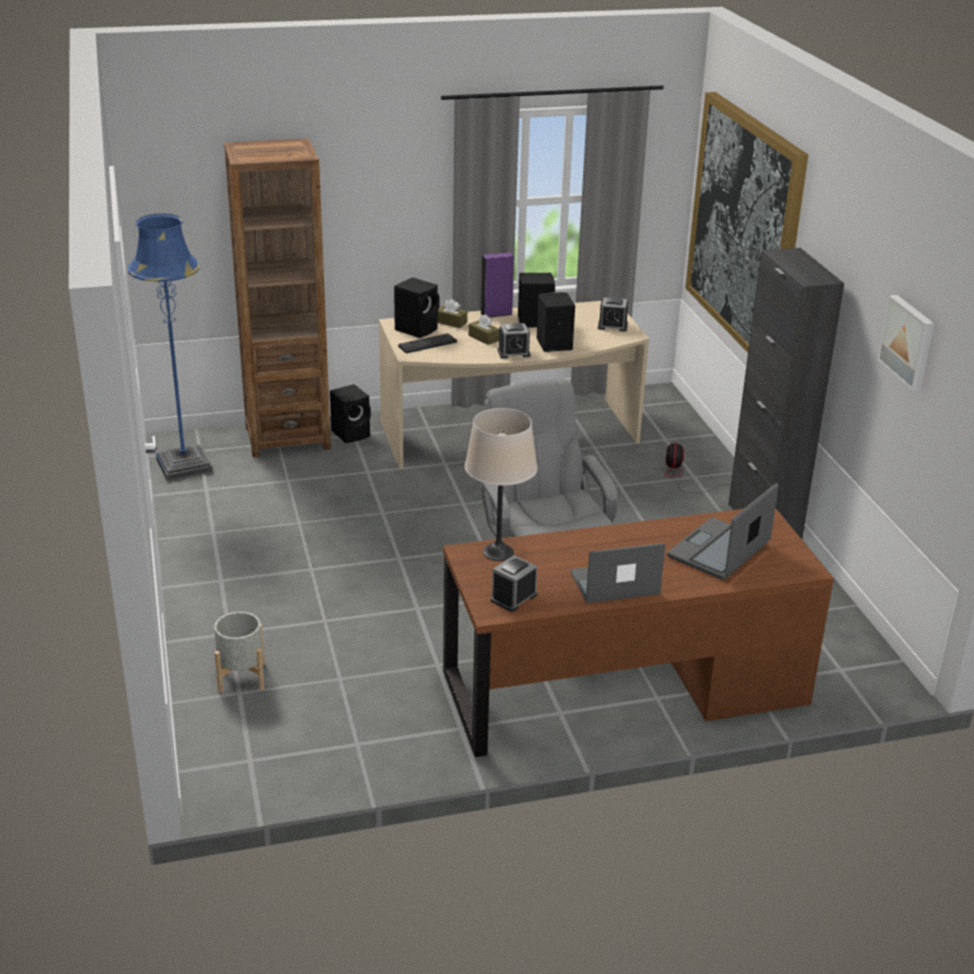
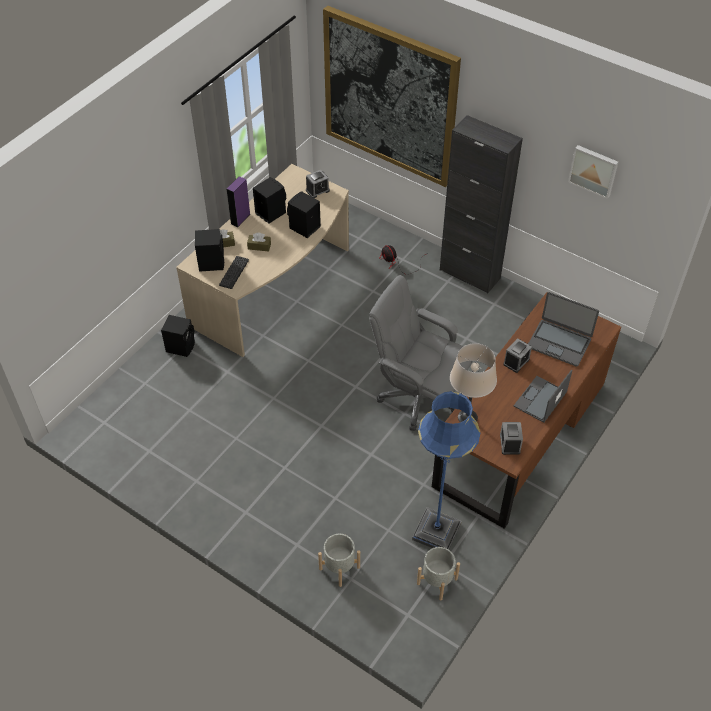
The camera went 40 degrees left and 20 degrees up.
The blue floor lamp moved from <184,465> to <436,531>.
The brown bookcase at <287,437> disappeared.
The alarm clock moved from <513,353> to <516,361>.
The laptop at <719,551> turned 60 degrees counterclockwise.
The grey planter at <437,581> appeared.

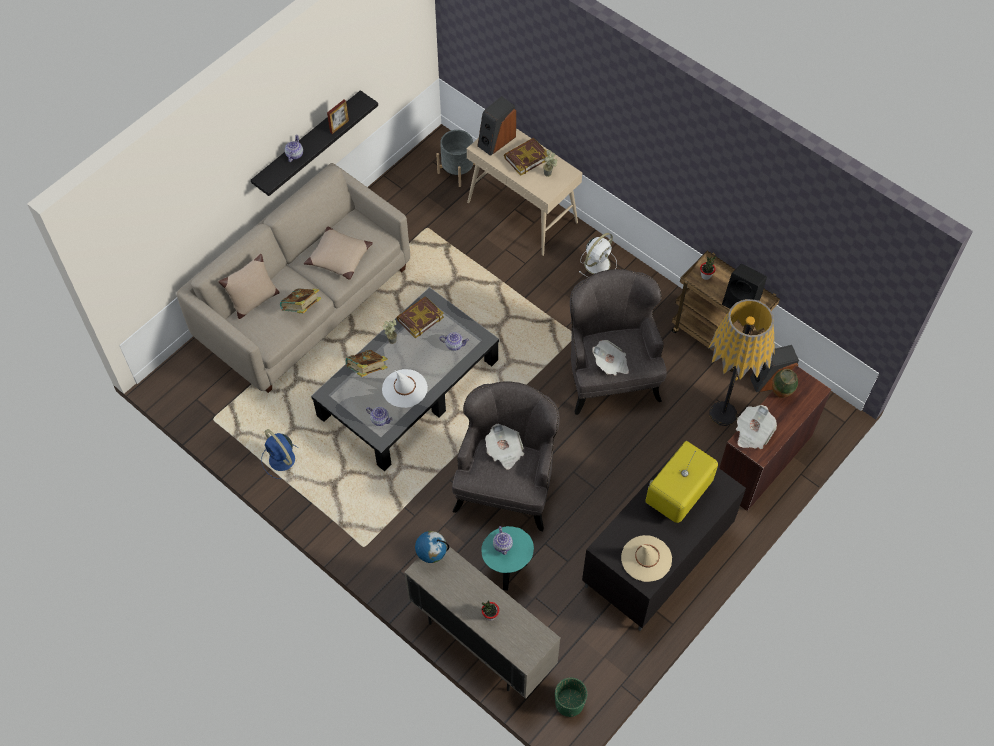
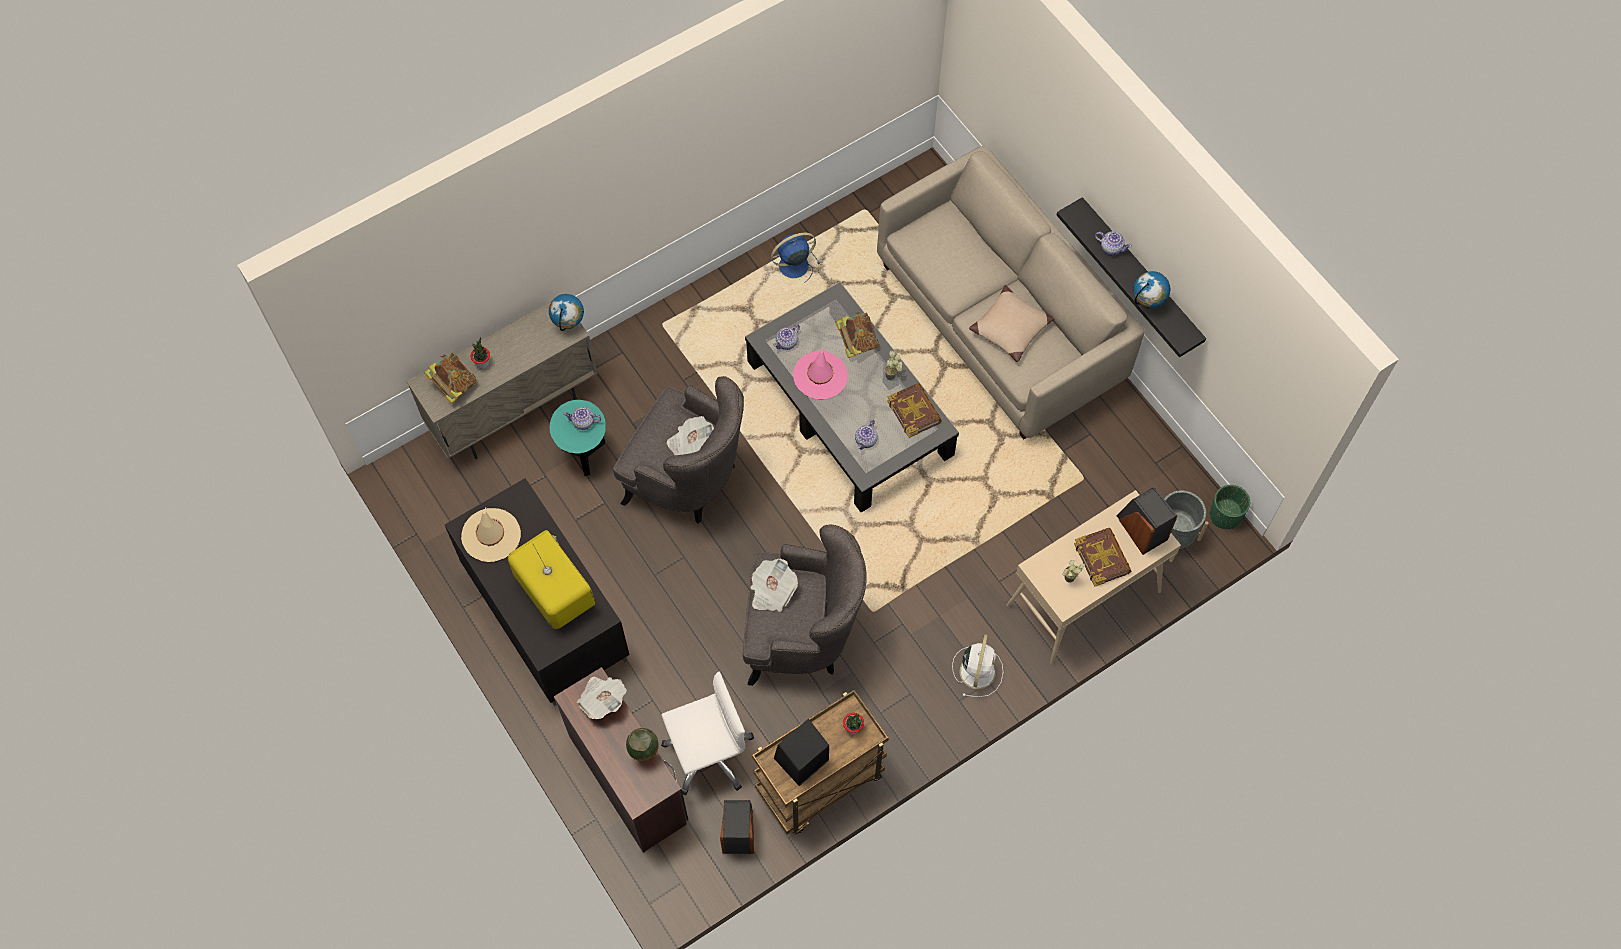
The camera went 105 degrees right and 5 degrees up.
The beige pillow at <253,301> disappeared.
The book moved from <301,308> to <453,385>.
The picture frame at <339,126> was replaced by the globe at <1147,303>.
The white hat at <404,388> became the pink hat at <820,375>.
The green planter moved from <569,703> to <1225,516>.
The white fan at <598,263> turned 135 degrees counterclockwise.
The floor lamp at <723,413> was replaced by the white office chair at <708,753>.

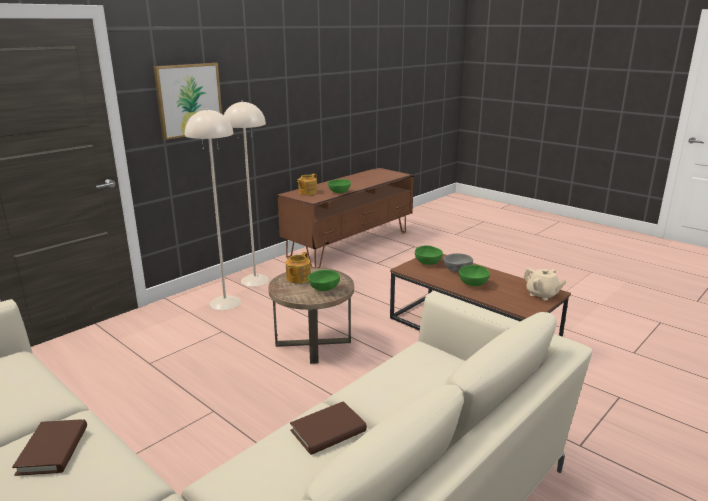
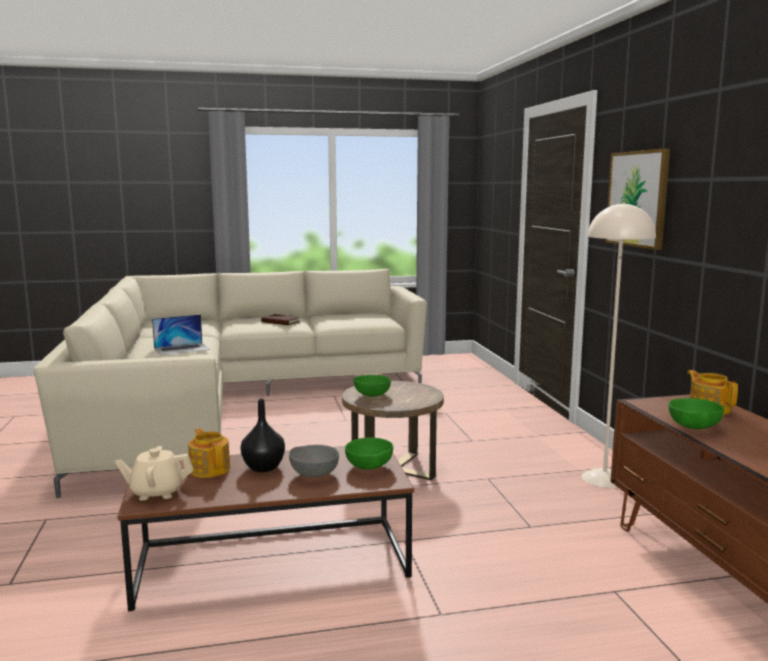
The camera went 125 degrees right and 10 degrees down.
The beige floor lamp at <225,303> disappeared.
The teapot moved from <298,278> to <210,469>.
The brown book at <328,431> was replaced by the laptop at <182,349>.
The green bowl at <474,284> was replaced by the black vase at <262,468>.

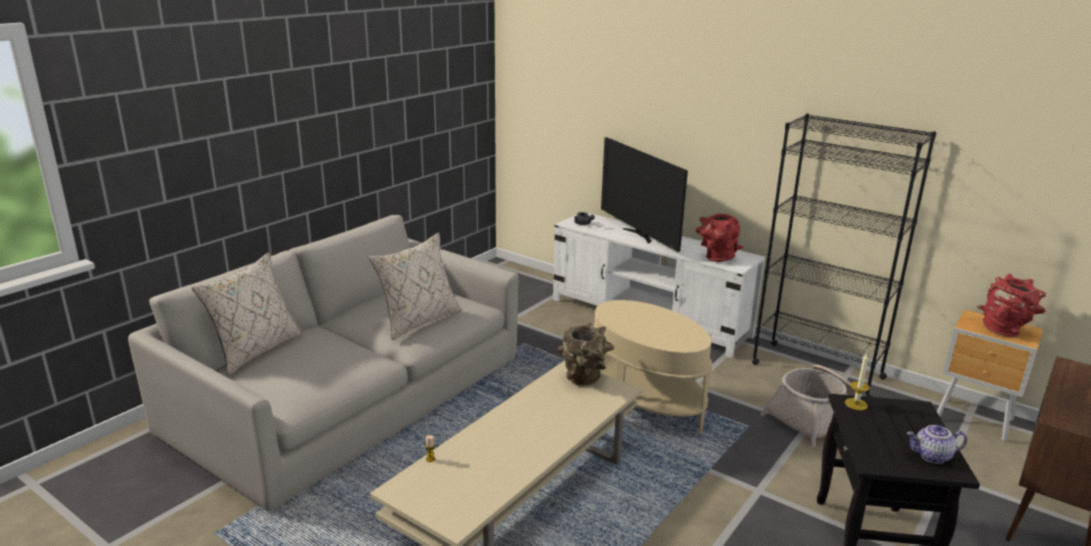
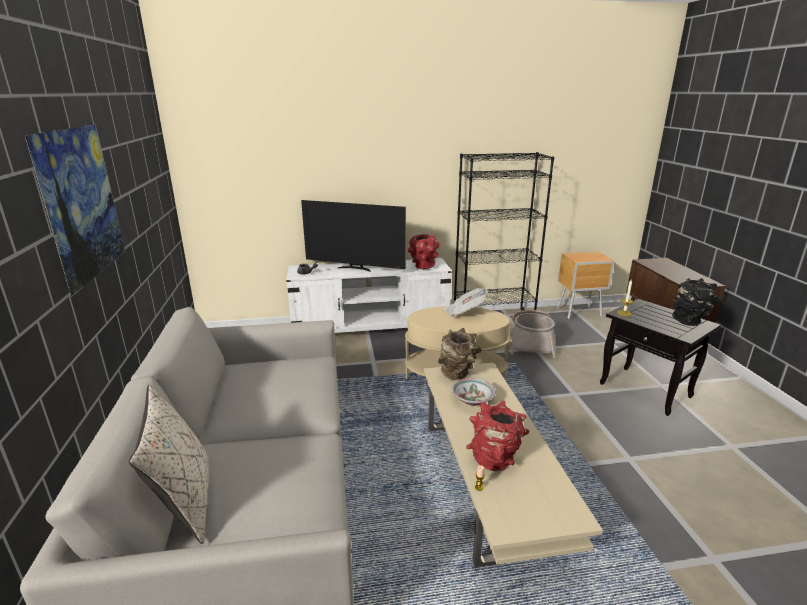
The camera went 45 degrees left and 0 degrees up.
The beige pillow at <418,321> disappeared.
The teapot at <932,457> was replaced by the black vase at <689,322>.
The red vase moved from <1005,331> to <495,459>.
The picture at <93,238> appeared.
The newspaper at <464,312> appeared.
The bowl at <472,400> appeared.

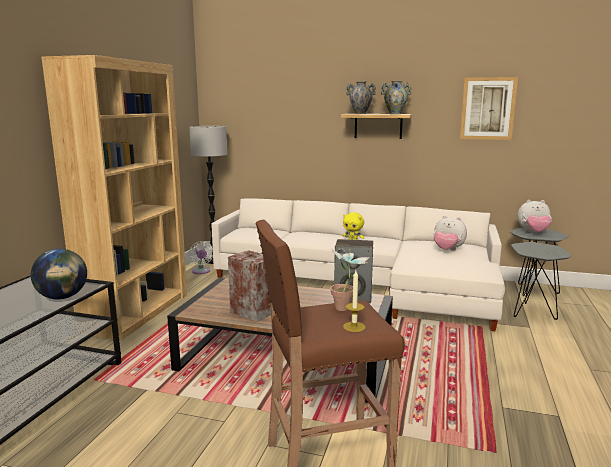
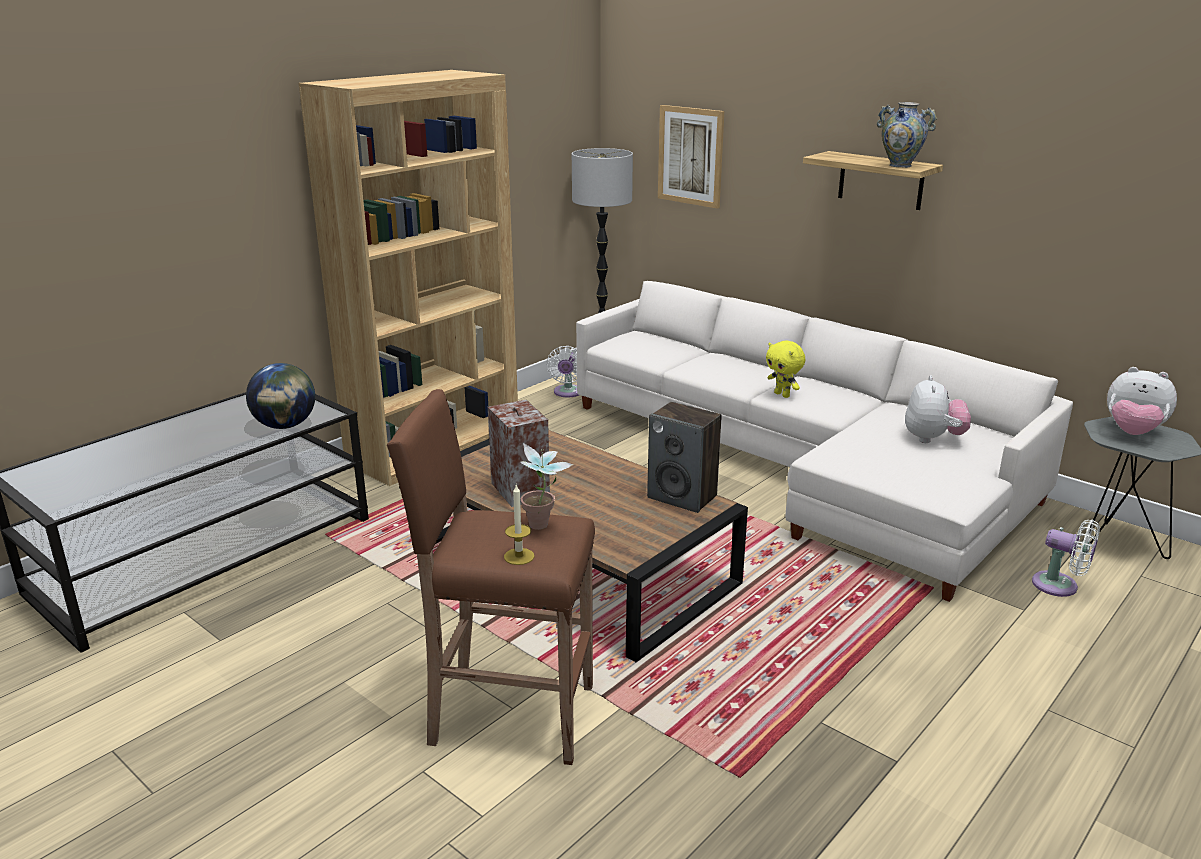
The camera went 25 degrees right and 10 degrees up.
The vase at <360,113> disappeared.
The plush toy at <447,250> turned 135 degrees counterclockwise.
The picture moved from <488,108> to <690,156>.
The grey side table at <532,313> was replaced by the white fan at <1060,586>.

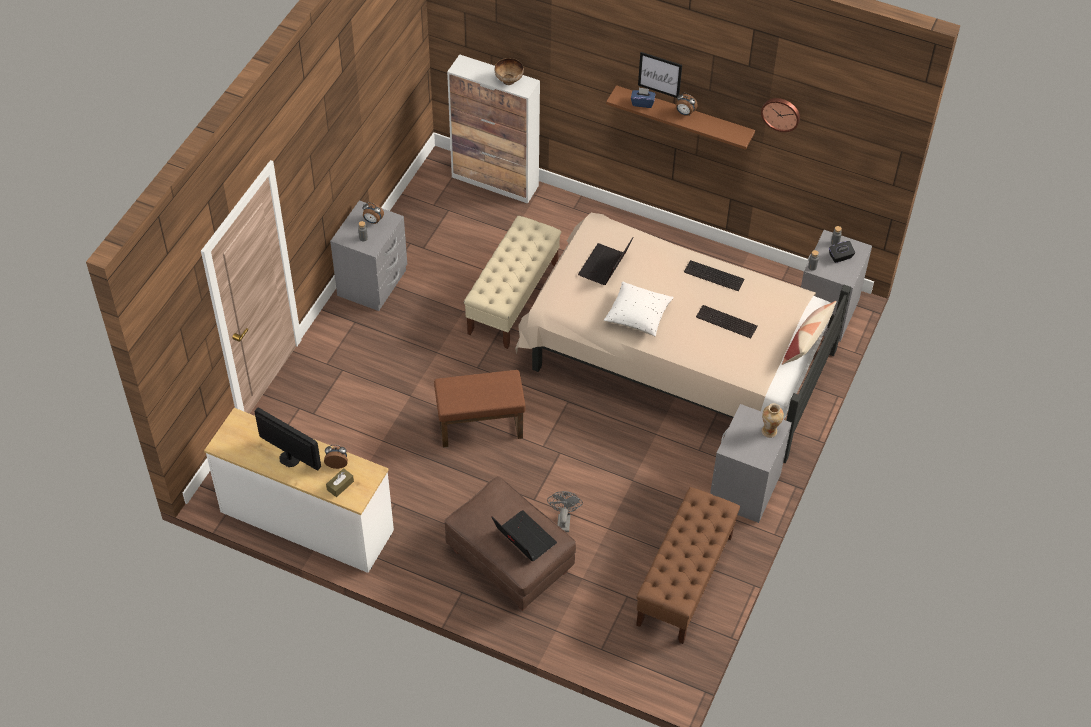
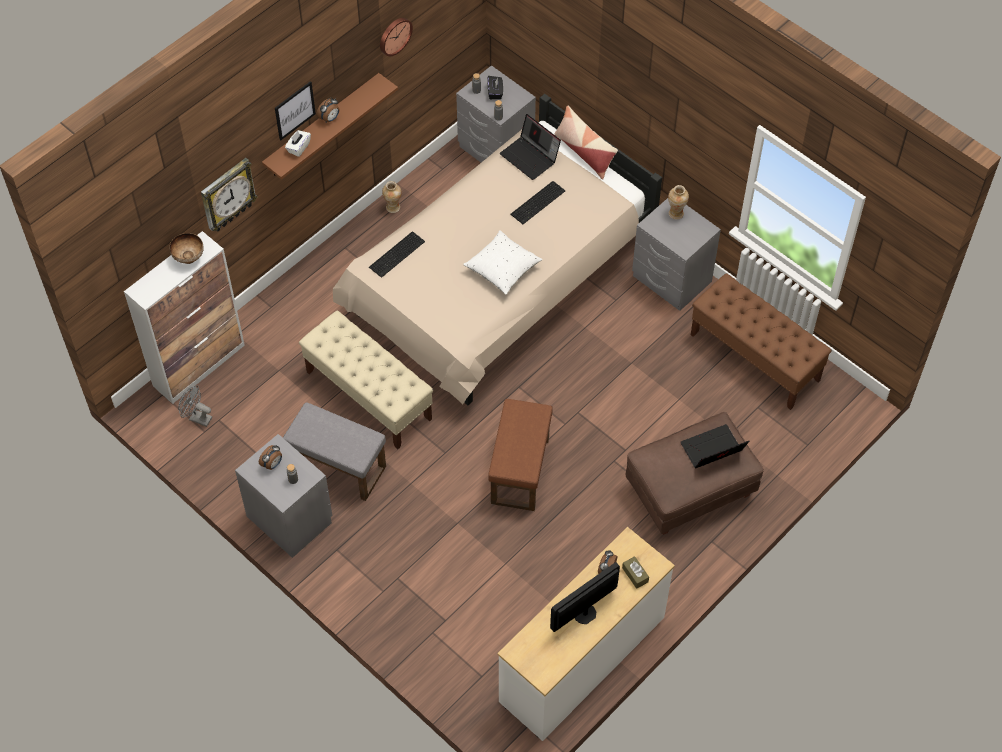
The camera went 70 degrees left and 5 degrees up.
The grey fan moved from <563,520> to <197,418>.
The laptop moved from <605,267> to <530,157>.
The blue tissue box at <642,103> became the white tissue box at <298,148>.
The keyboard moved from <714,276> to <398,254>.
The wall clock at <227,195> appeared.
The grey ottoman at <339,467> appeared.
The vase at <393,207> appeared.

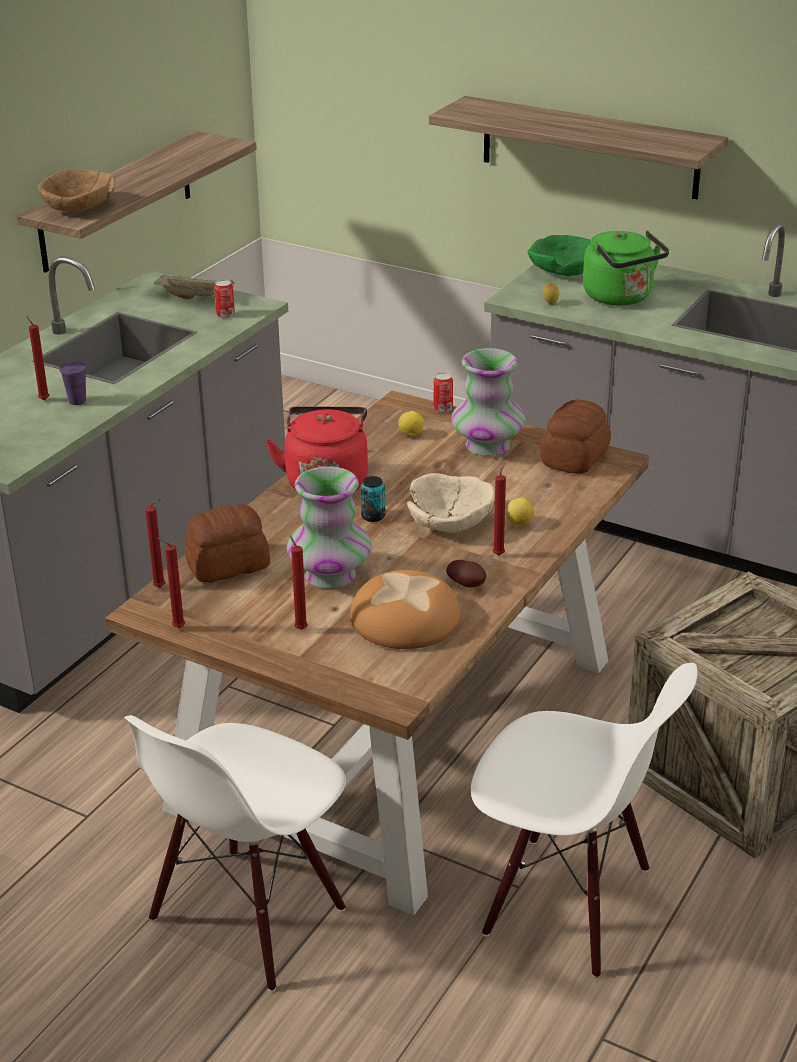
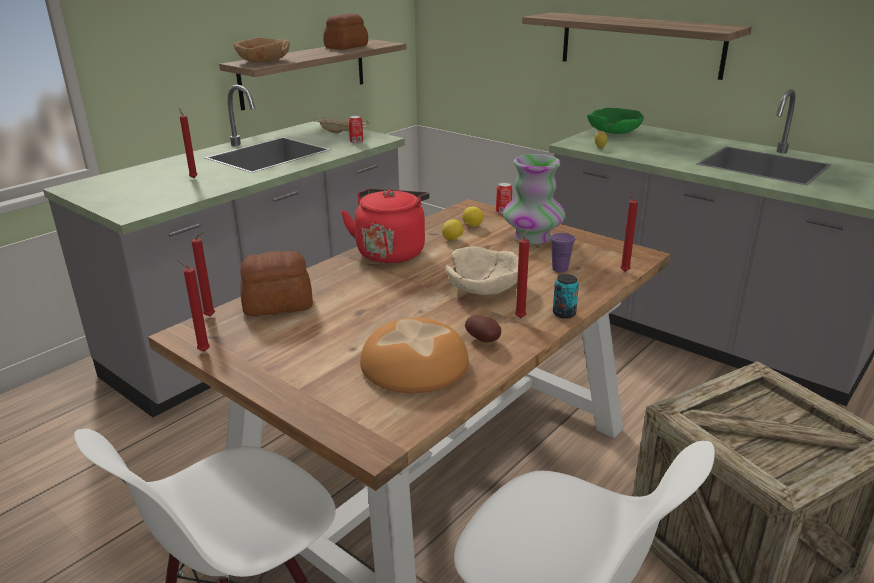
The camera went 10 degrees right and 5 degrees down.
The purple cup moved from <77,401> to <560,269>.
The vase at <330,575> disappeared.
The red candle moved from <300,628> to <623,271>.
The can moved from <373,516> to <564,313>.
The lemon moved from <519,524> to <452,240>.
The bread moved from <576,457> to <347,47>.
The green kettle at <621,298> disappeared.

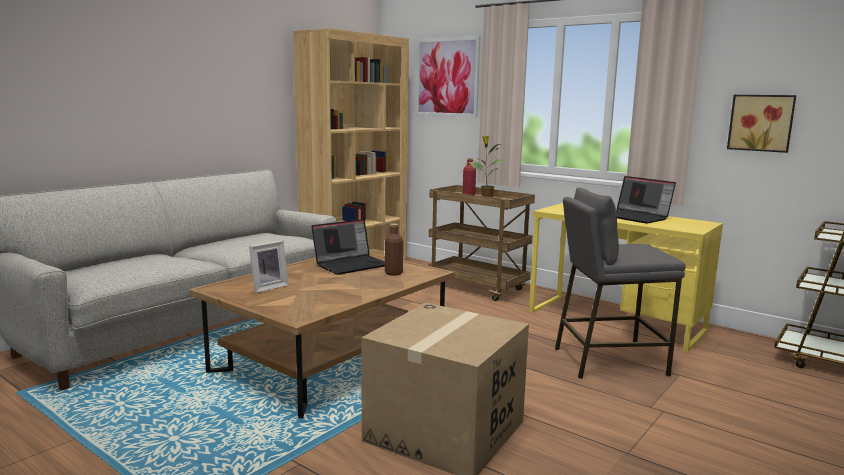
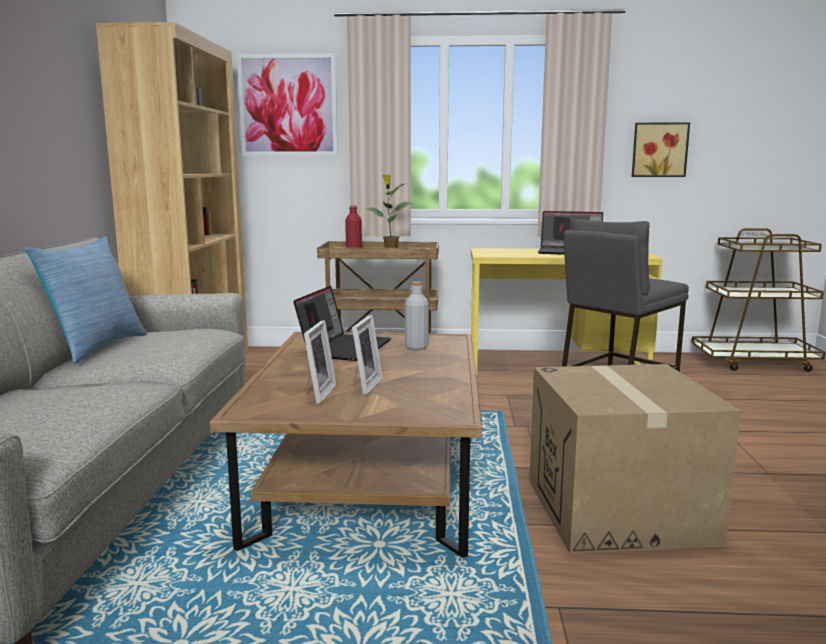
The camera went 35 degrees left and 0 degrees up.
The brown bottle at <393,273> became the grey bottle at <416,347>.
The pillow at <95,347> appeared.
The picture frame at <363,385> appeared.

